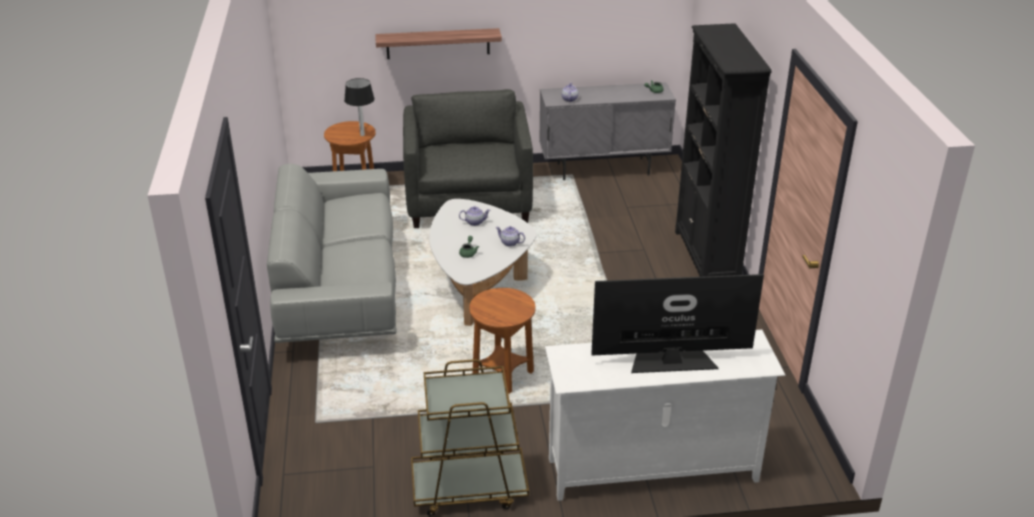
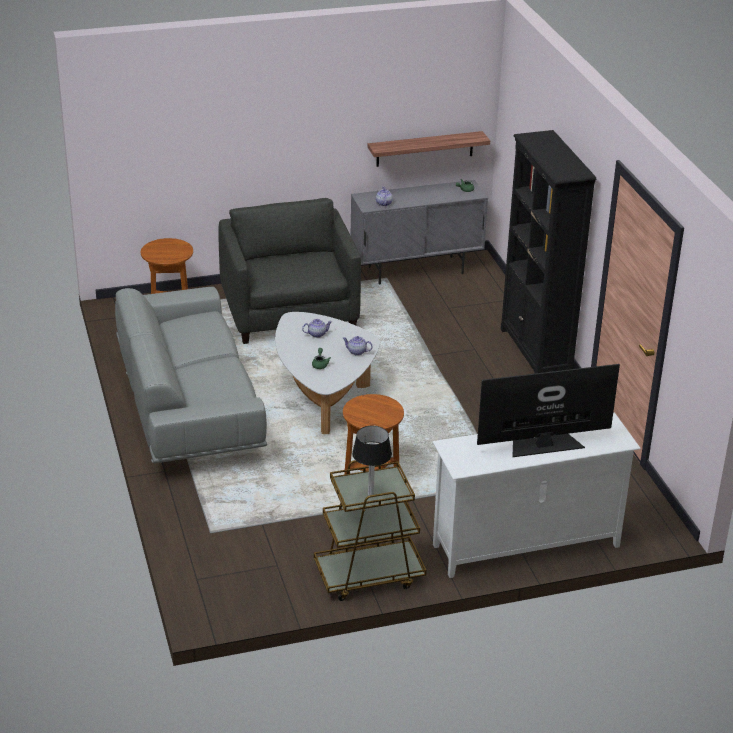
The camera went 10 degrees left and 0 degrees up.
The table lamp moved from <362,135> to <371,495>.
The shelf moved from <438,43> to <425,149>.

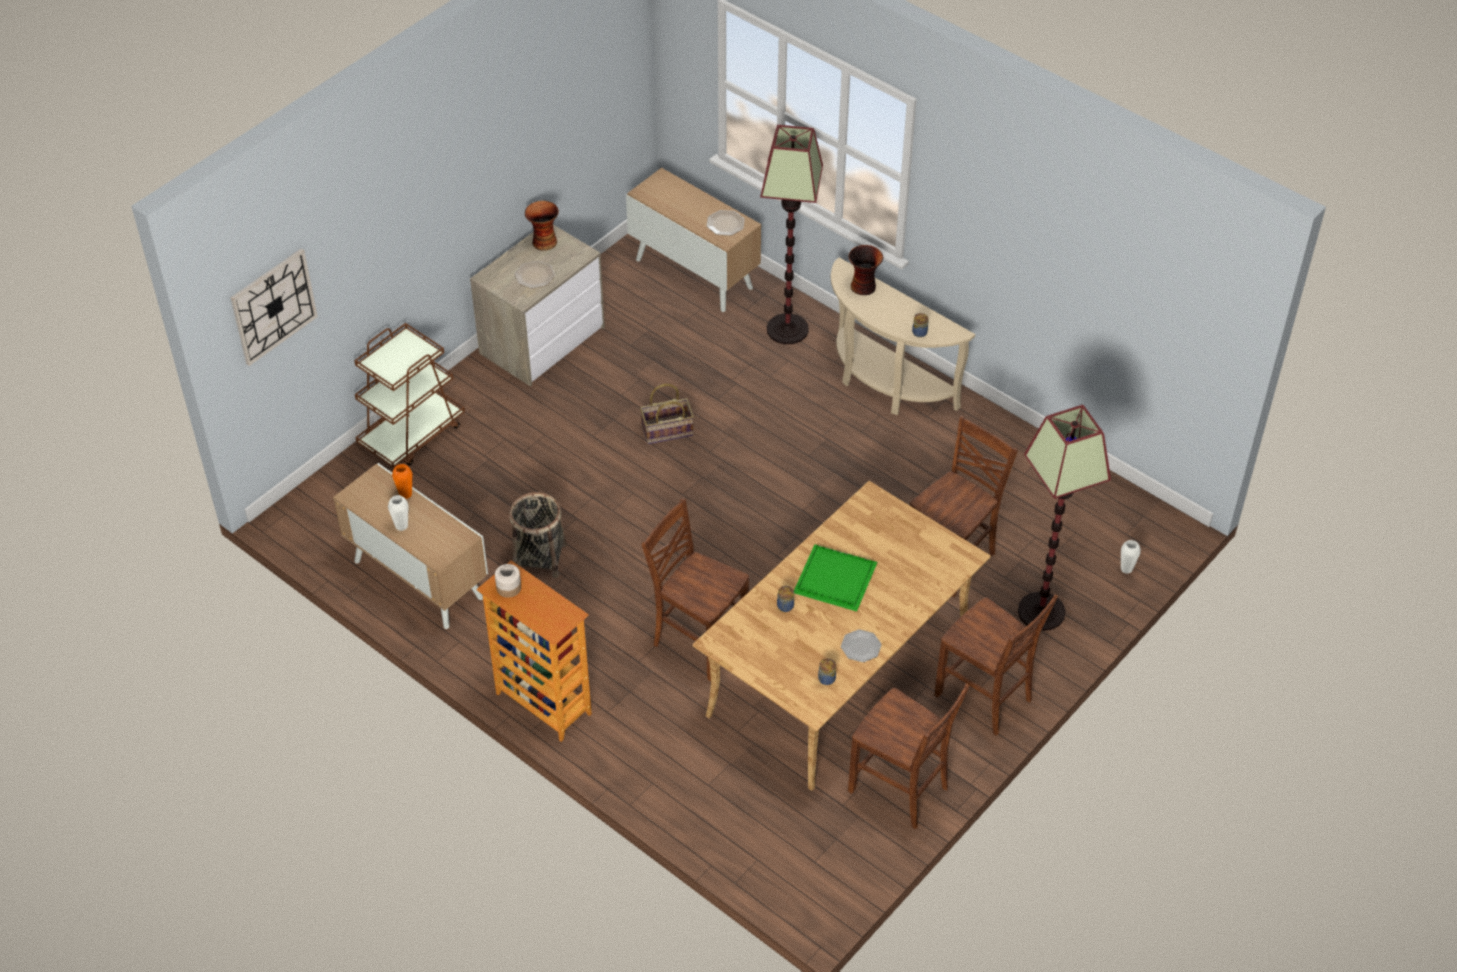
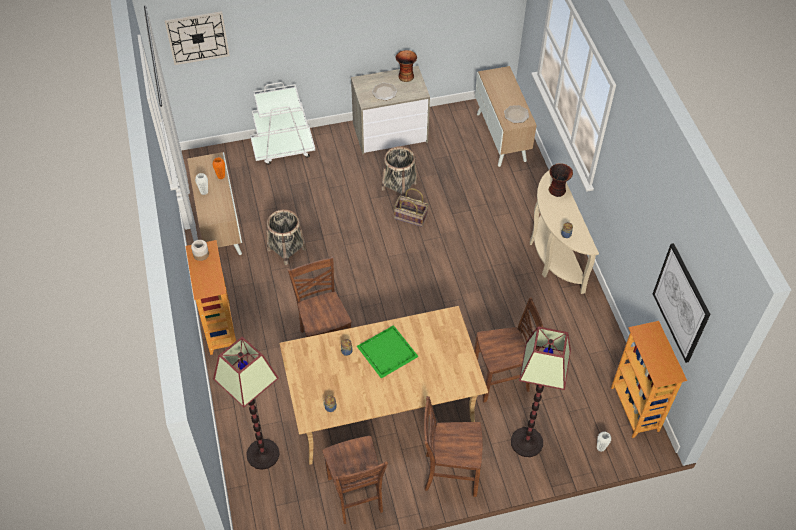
The camera went 35 degrees right and 5 degrees up.
The brown cart at <412,434> became the white cart at <283,148>.
The floor lamp moved from <788,329> to <263,454>.
The plate at <860,646> disappeared.
The brown chair at <985,698> turned 105 degrees clockwise.
The basket at <399,186> appeared.
The bookcase at <635,409> appeared.
The picture at <681,303> appeared.

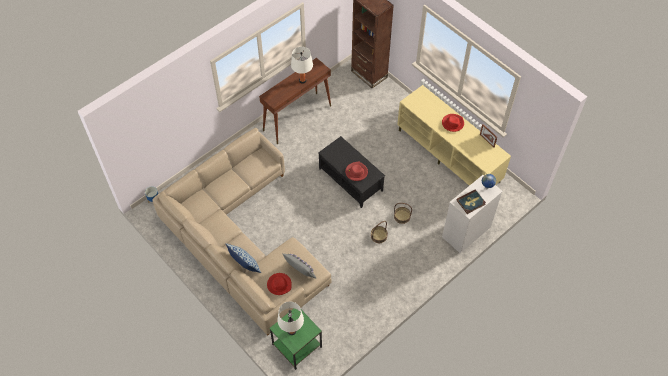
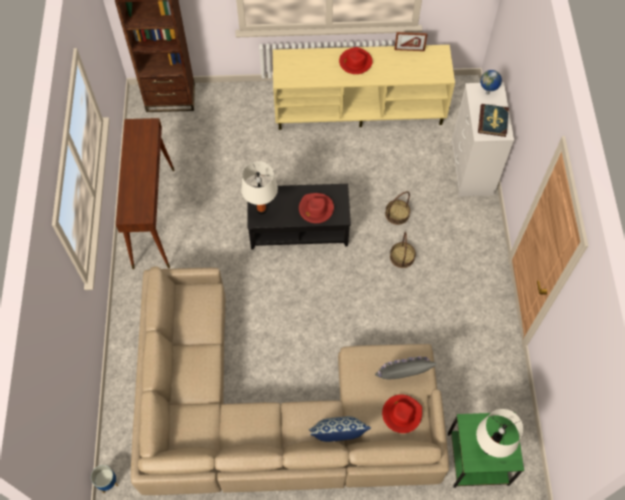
The camera went 50 degrees left and 5 degrees up.
The white table lamp moved from <302,80> to <261,209>.

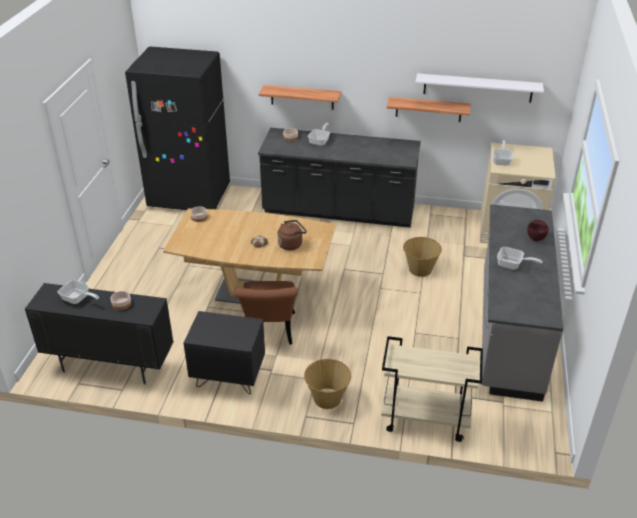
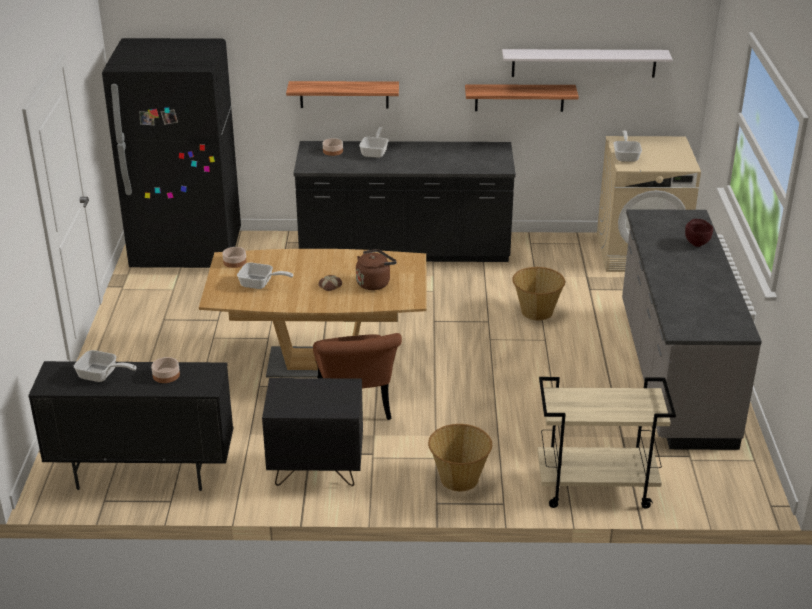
The camera went 10 degrees left and 5 degrees down.
The frying pan moved from <512,265> to <260,284>.

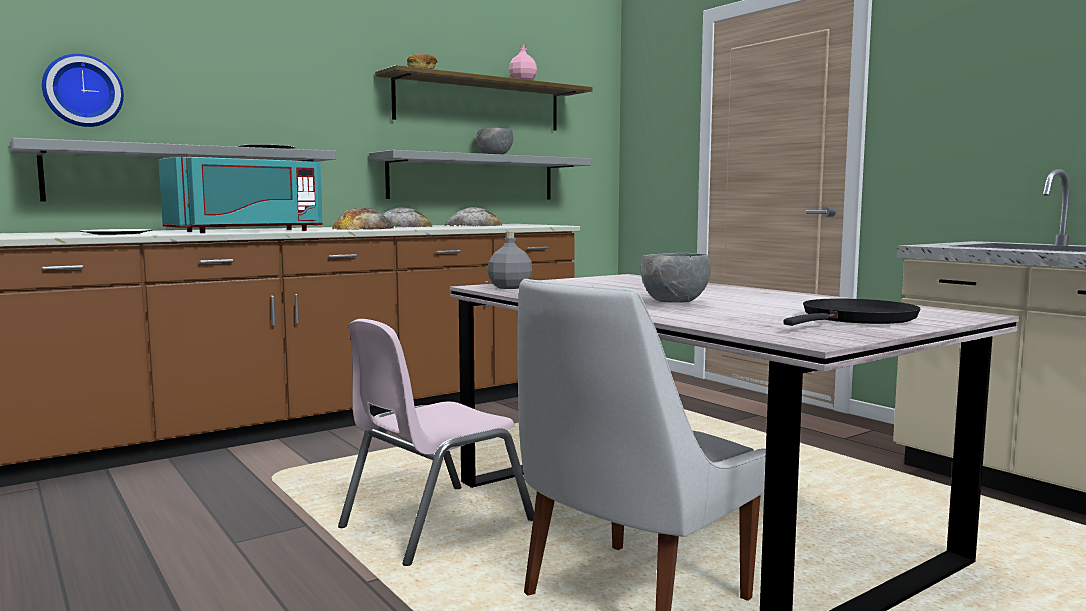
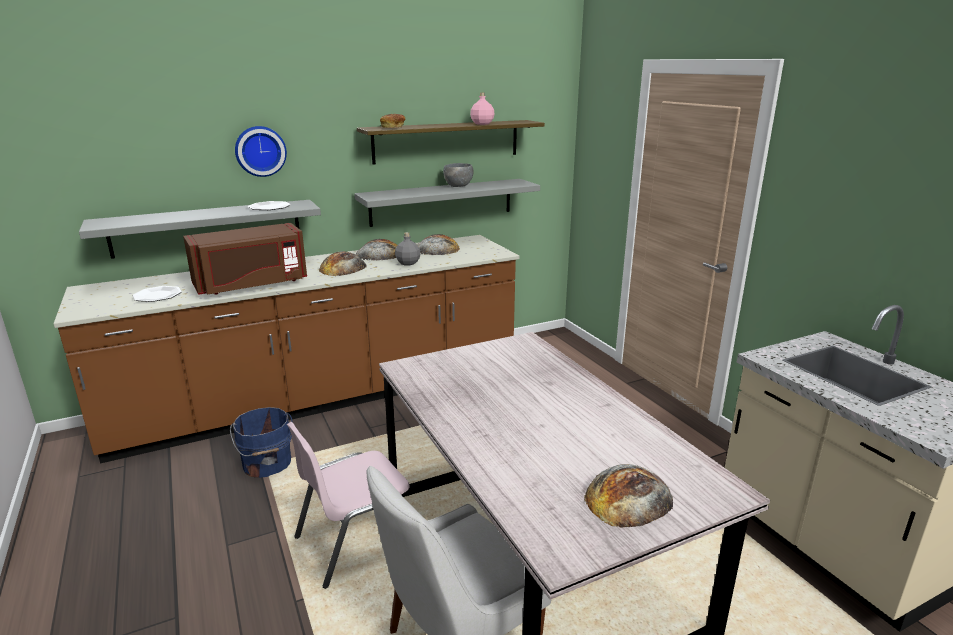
The camera went 10 degrees right and 15 degrees up.
The wall clock moved from <82,91> to <260,151>.
The turquoise microwave at <247,231> became the brown microwave at <251,284>.
The grey bottle moved from <509,287> to <407,263>.
The grey bowl at <675,302> disappeared.
The black frying pan at <855,319> was replaced by the bread at <628,497>.
The blue bucket at <267,464> appeared.

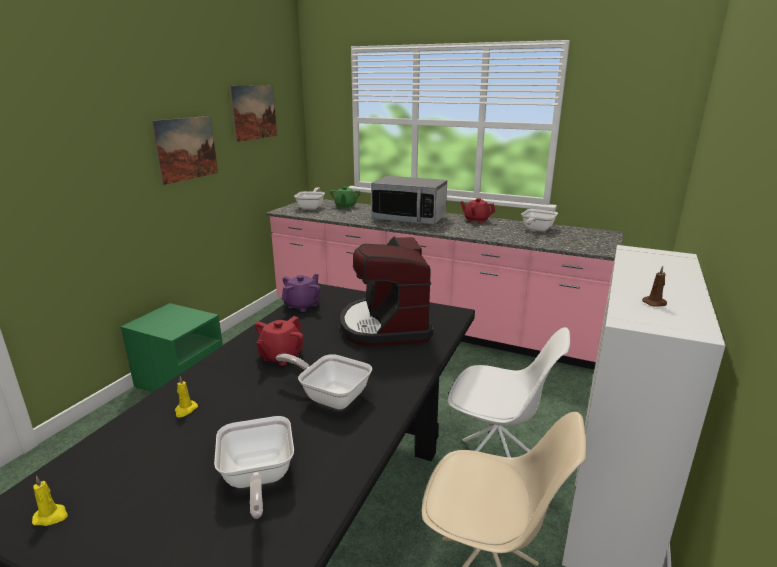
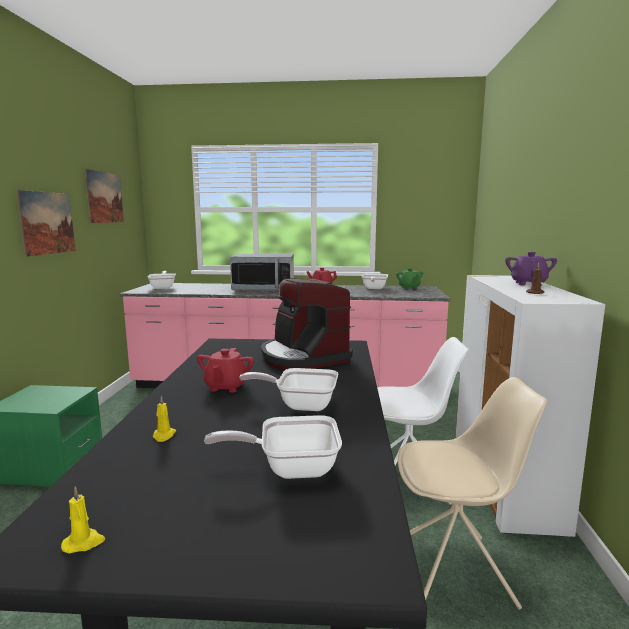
The camera went 20 degrees left and 10 degrees down.
The frying pan at <257,479> turned 120 degrees clockwise.
The purple teapot moved from <302,305> to <528,283>.
The green teapot moved from <345,207> to <409,288>.

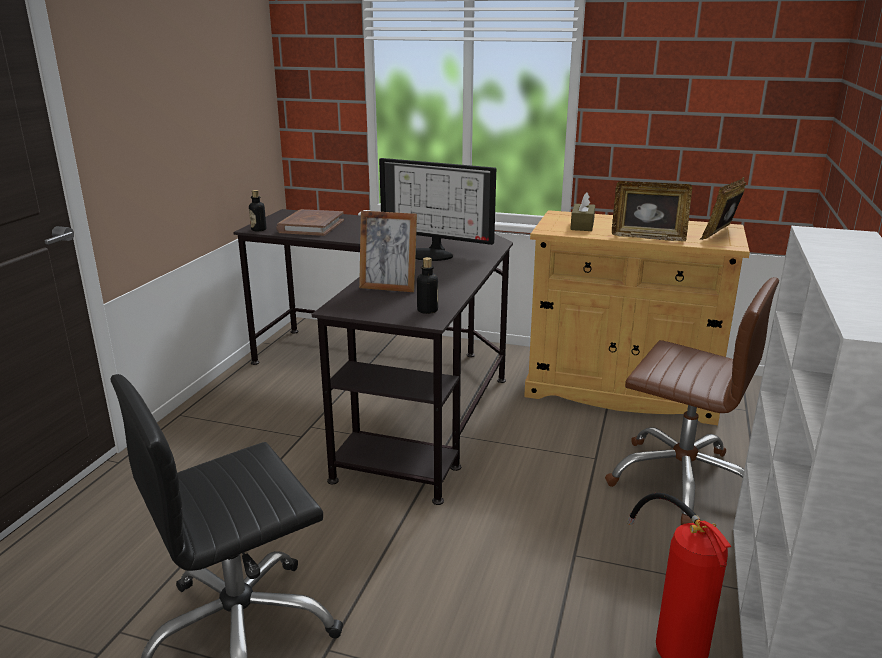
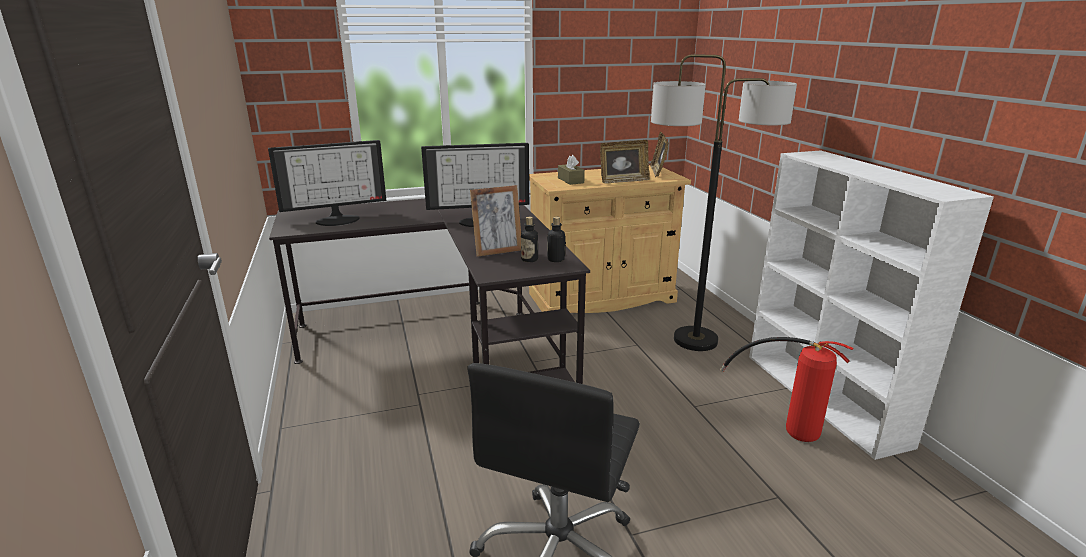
The camera went 35 degrees left and 0 degrees up.
The bottle moved from <258,229> to <529,259>.
The brown book at <311,226> was replaced by the monitor at <338,219>.
The brown office chair at <681,480> was replaced by the floor lamp at <695,340>.

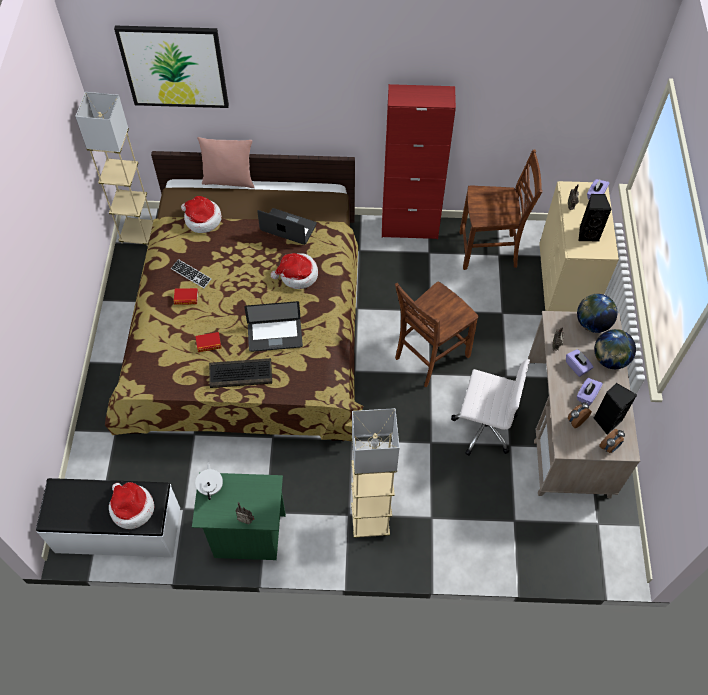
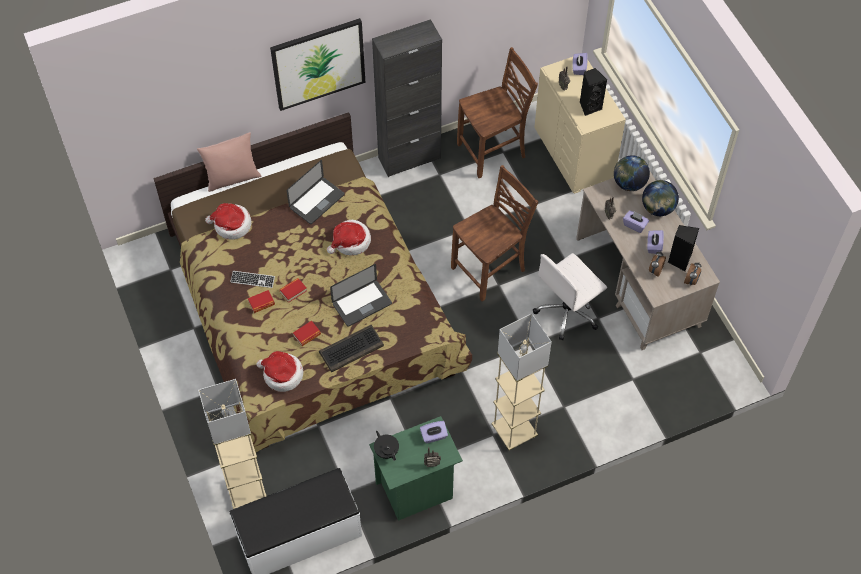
The camera went 25 degrees left and 0 degrees up.
The beige floor lamp moved from <138,234> to <246,491>.
The hat moved from <131,508> to <282,375>.
The picture moved from <174,66> to <318,63>.
The white teapot at <211,486> became the black teapot at <386,451>.
The laptop at <288,227> turned 135 degrees clockwise.
The red cabinet at <409,228> became the black cabinet at <409,158>.
The brown chair at <429,357> turned 150 degrees counterclockwise.
The white office chair at <483,426> turned 150 degrees clockwise.
The book at <293,291> appeared.
The purple tissue box at <434,436> appeared.

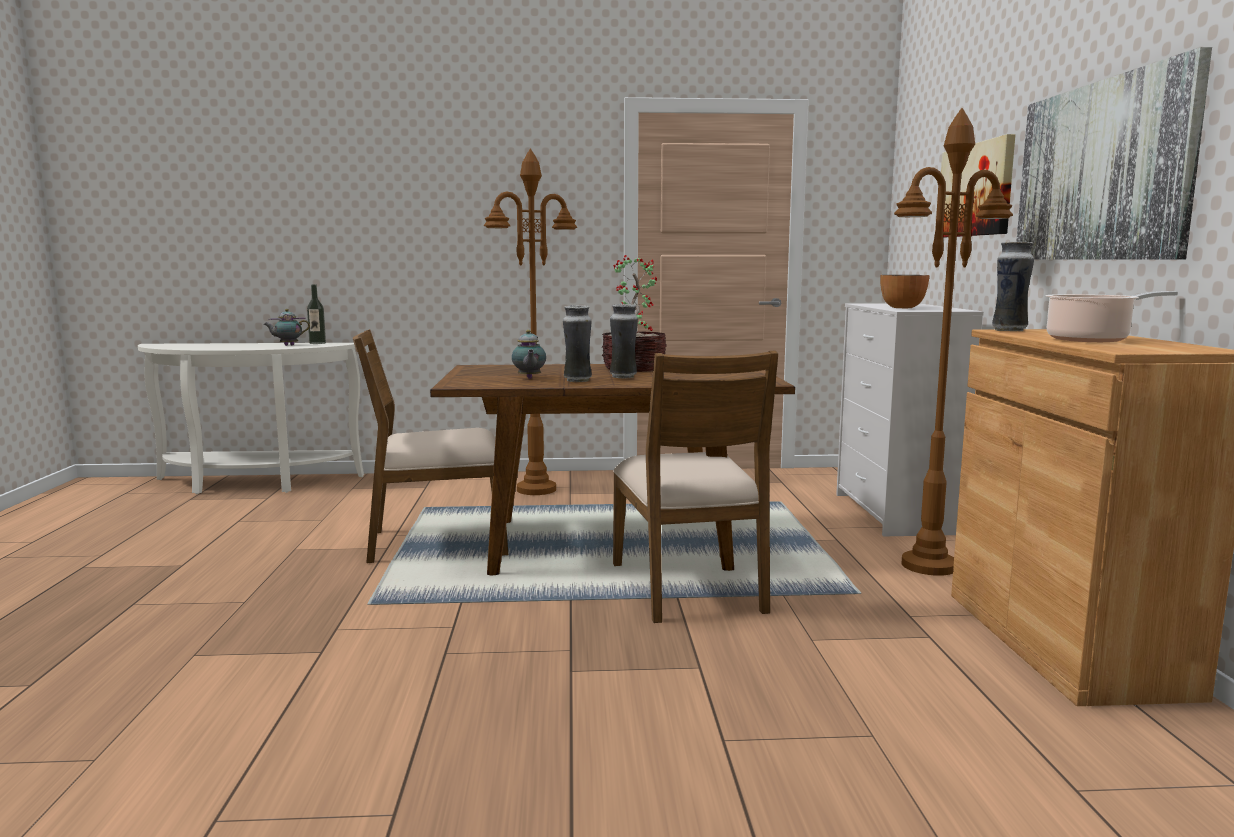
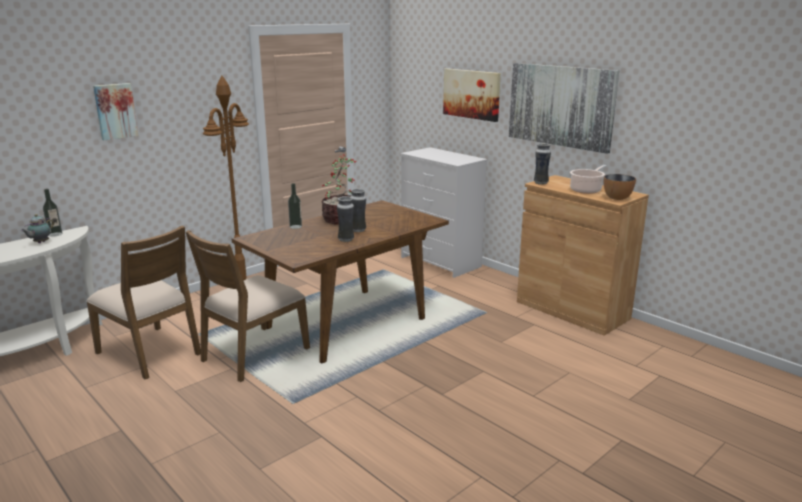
The camera went 40 degrees left and 10 degrees up.
The teapot at <529,378> disappeared.
The brown chair moved from <690,587> to <150,352>.
The bowl moved from <903,307> to <617,198>.
The brown floor lamp at <929,565> disappeared.
The picture at <115,111> appeared.
The bottle at <295,227> appeared.

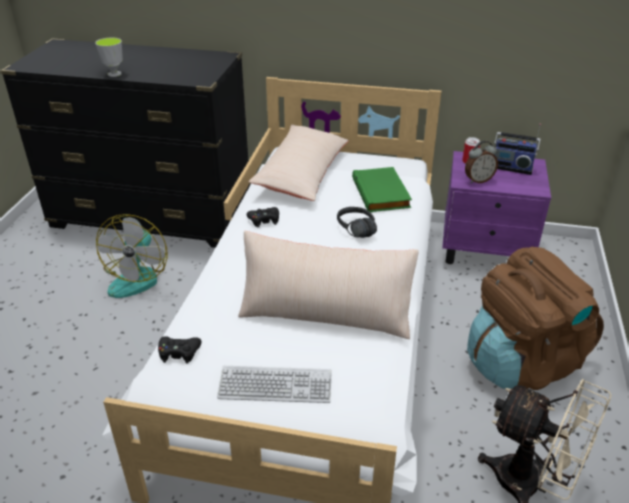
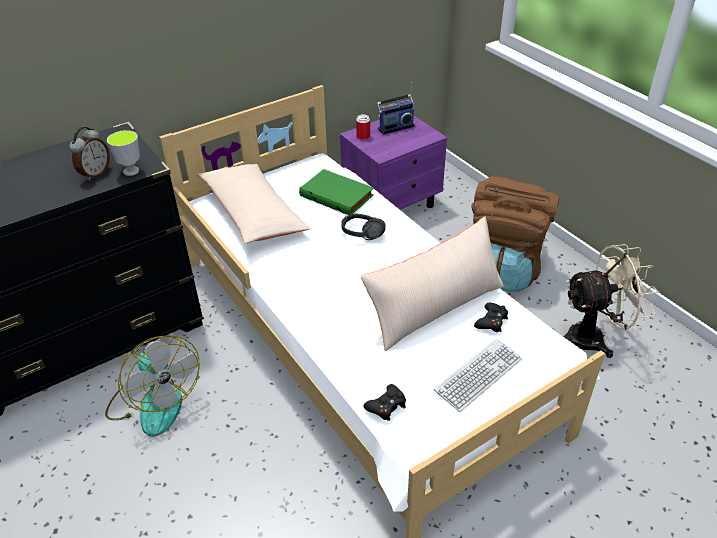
The camera went 45 degrees left and 5 degrees up.
The cup moved from <114,74> to <131,171>.
The black game controller moved from <264,220> to <491,321>.
The alarm clock moved from <478,180> to <95,173>.

